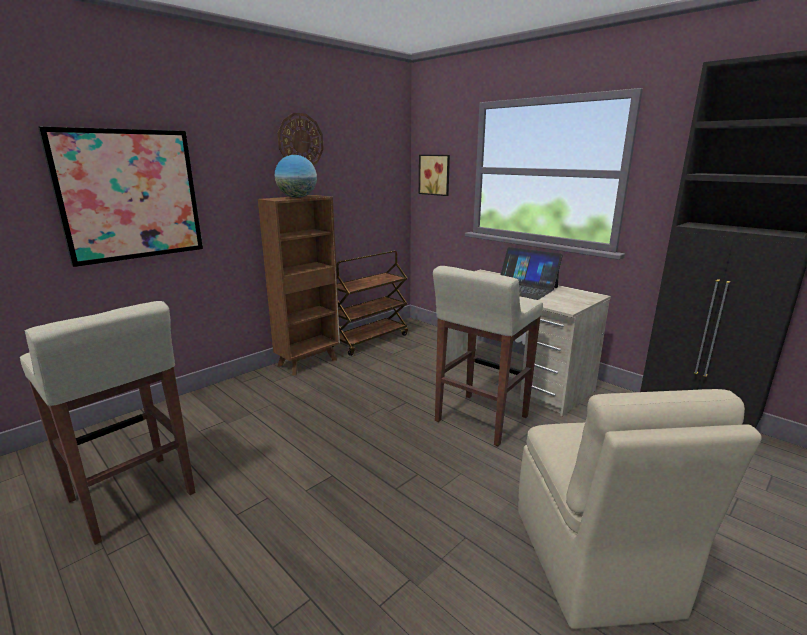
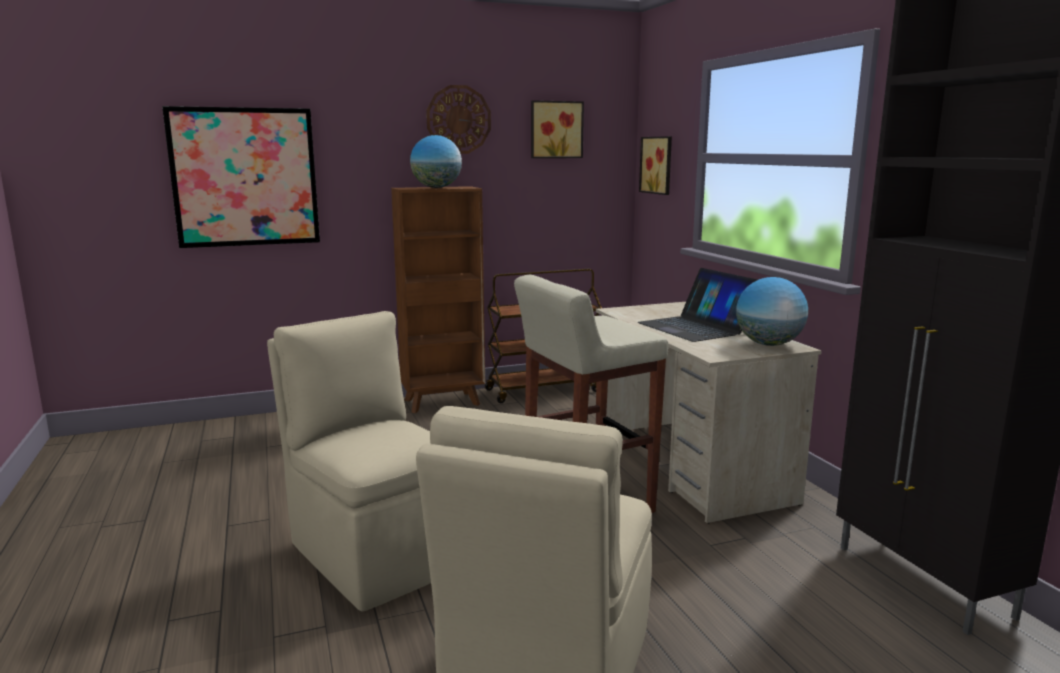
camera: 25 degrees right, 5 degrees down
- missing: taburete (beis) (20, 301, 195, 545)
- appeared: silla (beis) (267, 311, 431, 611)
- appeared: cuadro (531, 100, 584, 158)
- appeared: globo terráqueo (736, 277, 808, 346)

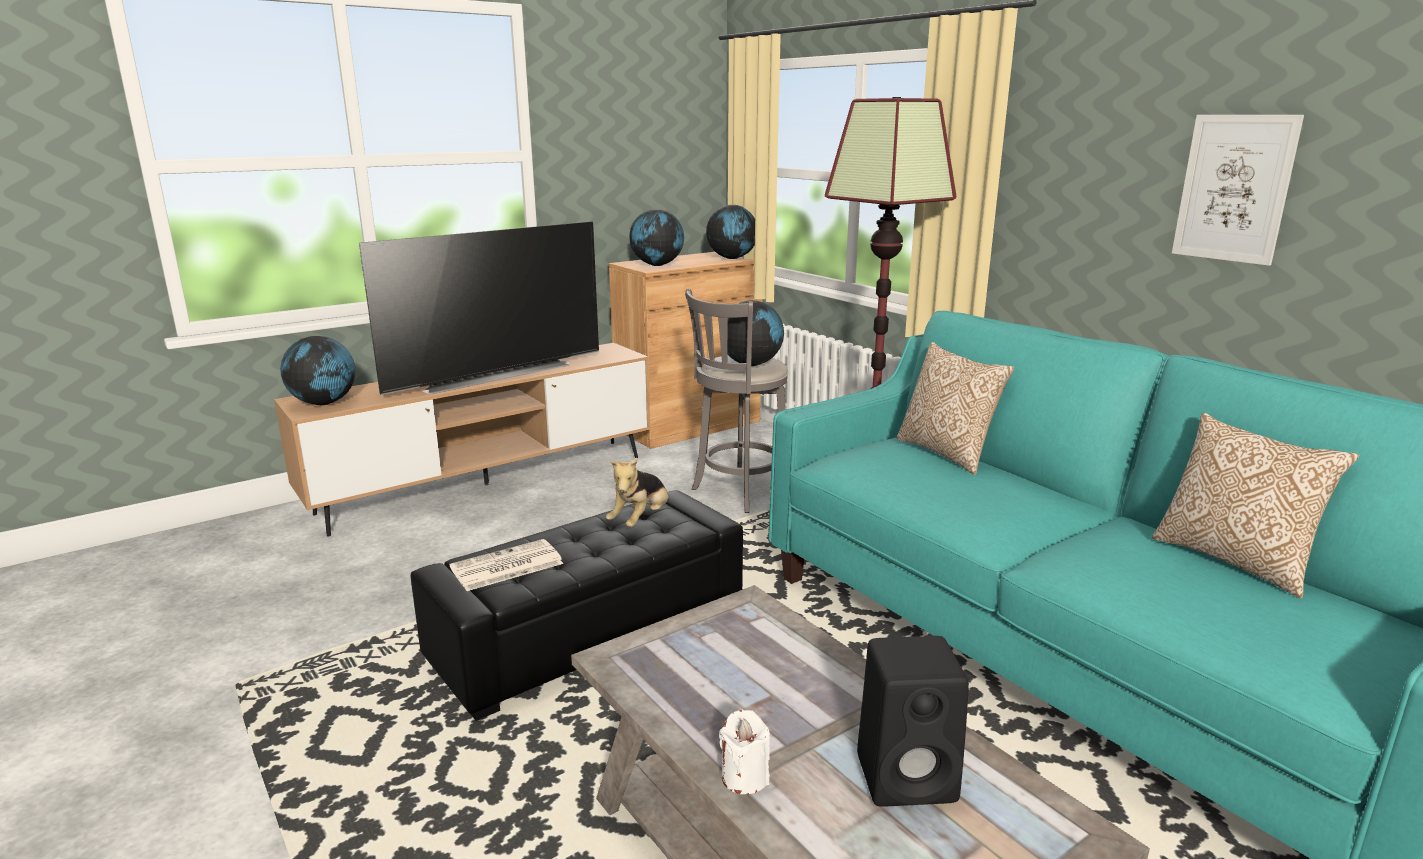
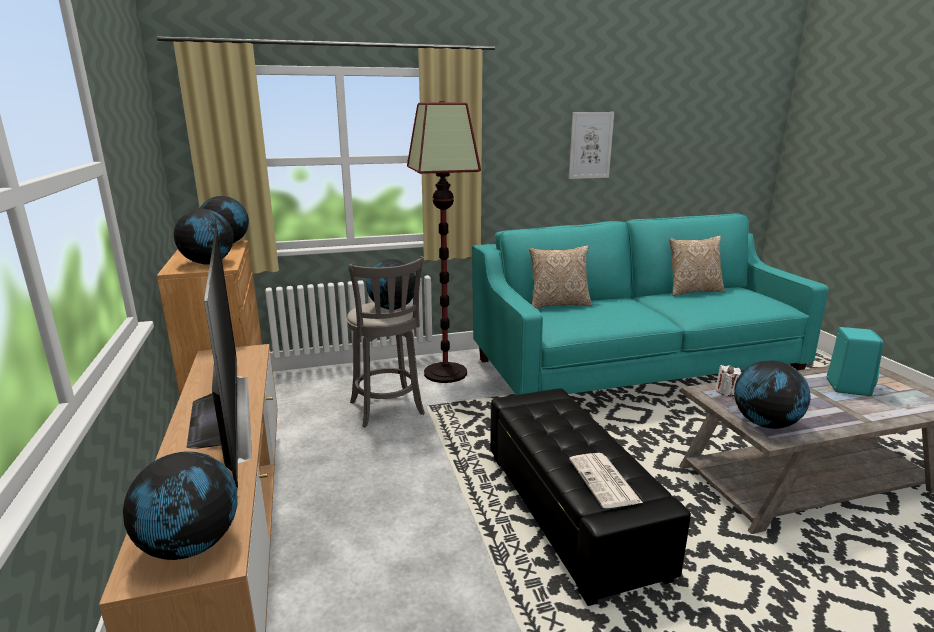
camera: 70 degrees left, 0 degrees up
- missing: peluche (606, 458, 669, 527)
- relocated: vela (blanco) (719, 710, 770, 794) to (716, 365, 741, 396)
- colour: altavoz (negro) (857, 636, 969, 807) to altavoz (turquesa) (827, 327, 884, 396)
- appeared: globo terráqueo (734, 360, 811, 429)

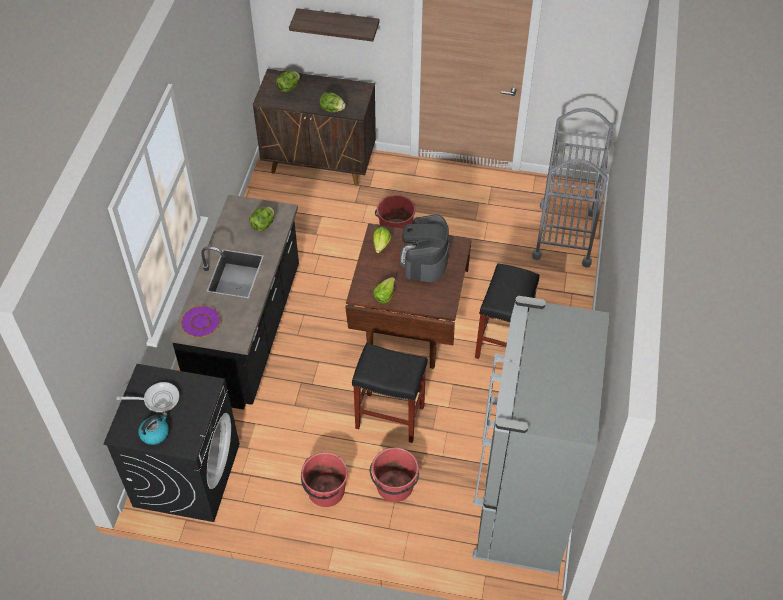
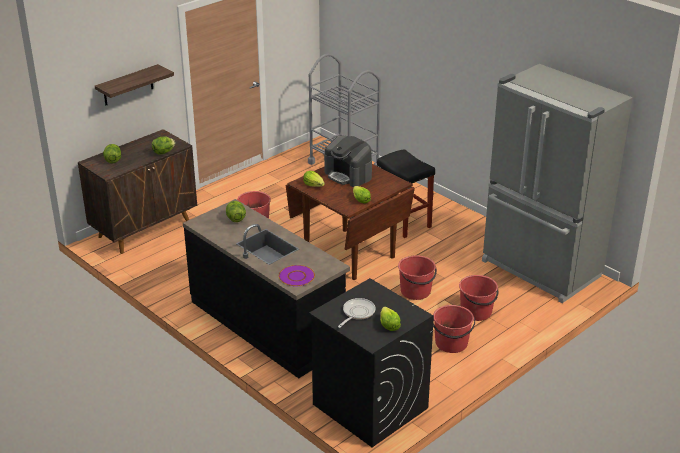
camera: 55 degrees left, 20 degrees down
- exchanged: hervidor (138, 412, 169, 445) to lechuga (380, 307, 401, 331)
- exchanged: taburete (negro) (352, 343, 428, 443) to cubo (rojo) (398, 255, 437, 300)

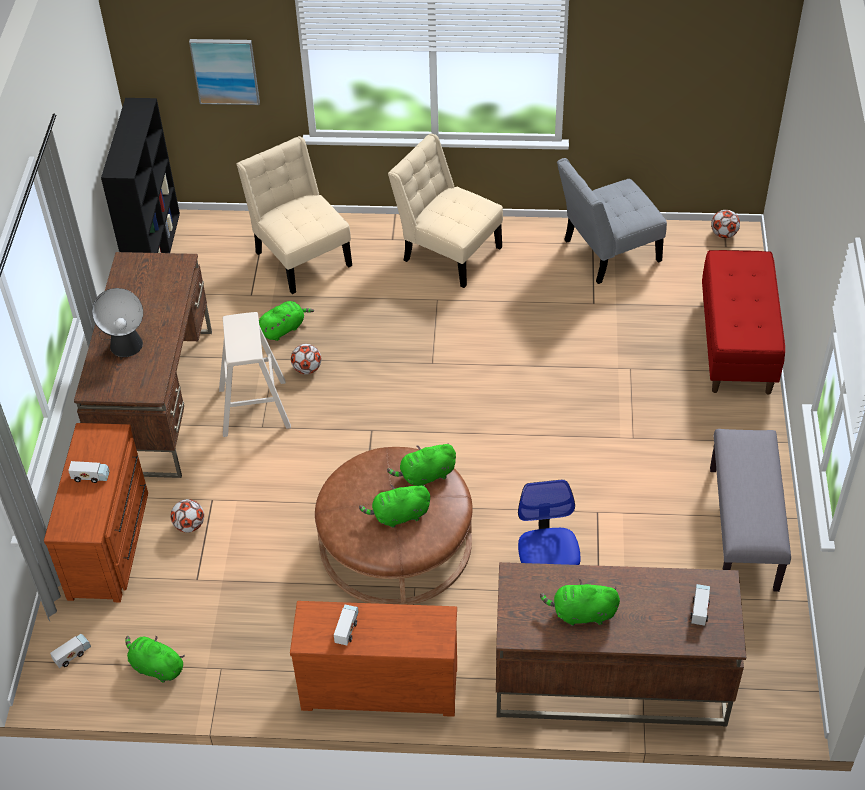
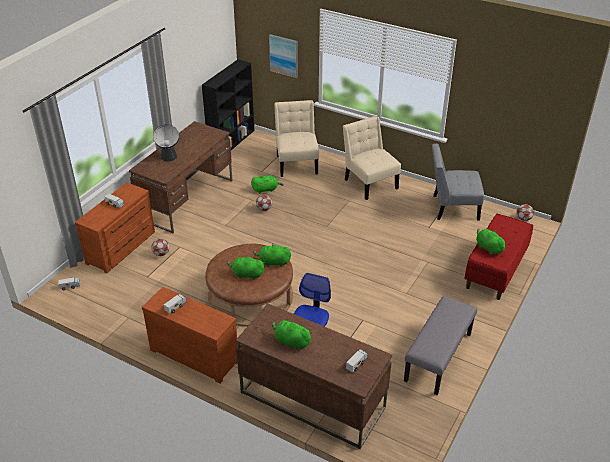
camera: 25 degrees right, 10 degrees down
- relocated: peluche (verde) (125, 635, 185, 682) to (476, 229, 508, 255)
- missing: taburete (beis) (219, 312, 291, 437)

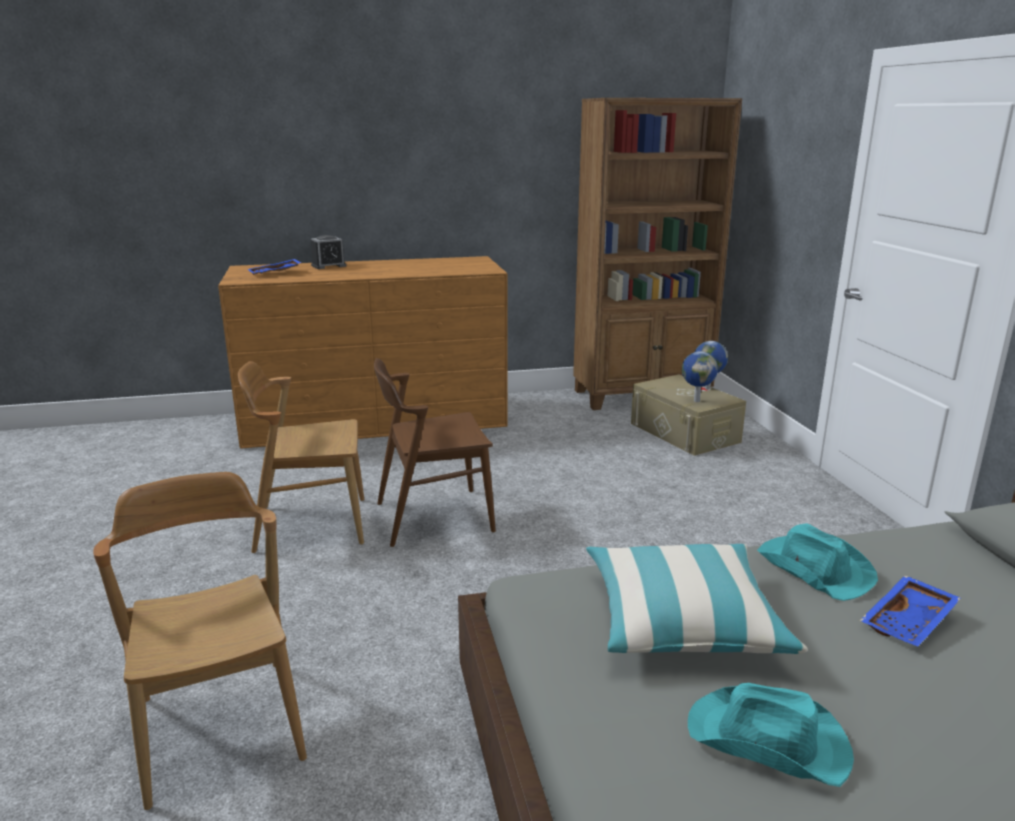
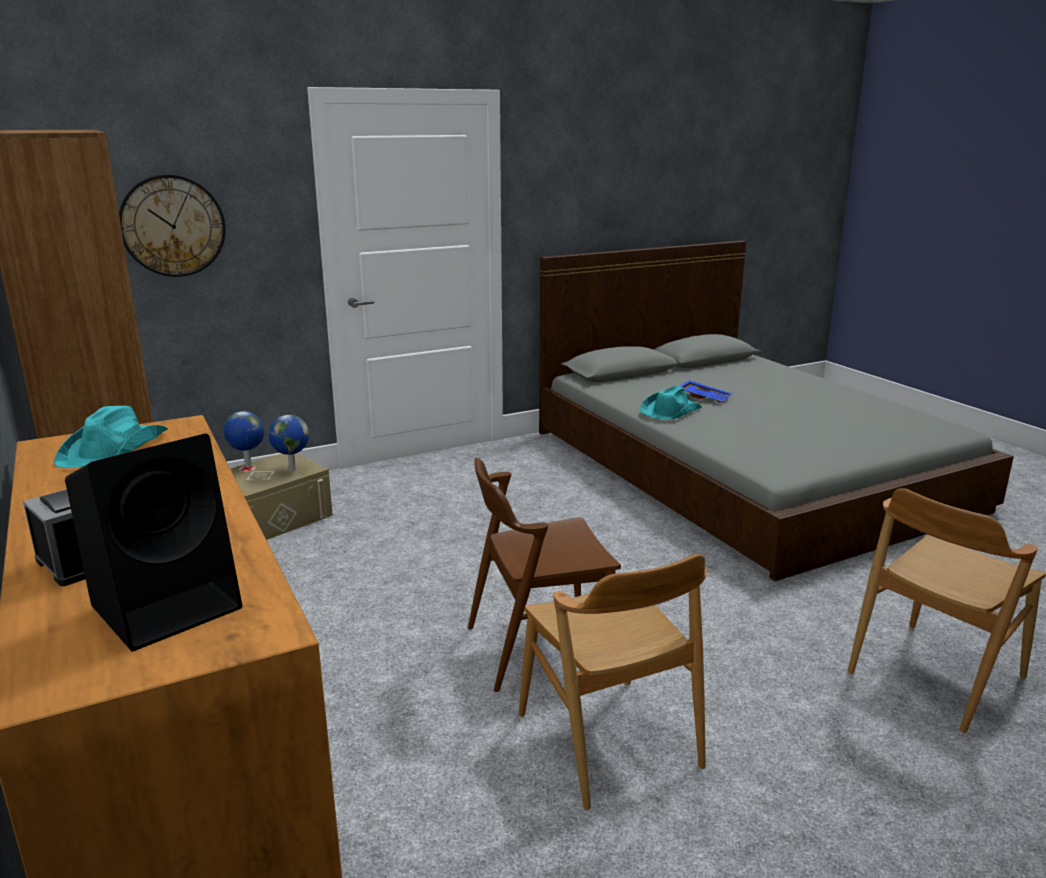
camera: 105 degrees left, 0 degrees up
- exchanged: bandeja (azul) (248, 259, 301, 275) to altavoz (negro) (65, 434, 242, 651)
- spun: silla (marrón) (374, 358, 496, 547) = (468, 458, 621, 692) 105 degrees clockwise
- missing: cojín (586, 544, 808, 654)
- relocated: sombrero (turquesa) (688, 683, 854, 787) to (54, 406, 168, 468)
- appeared: reloj de pared (119, 174, 226, 277)

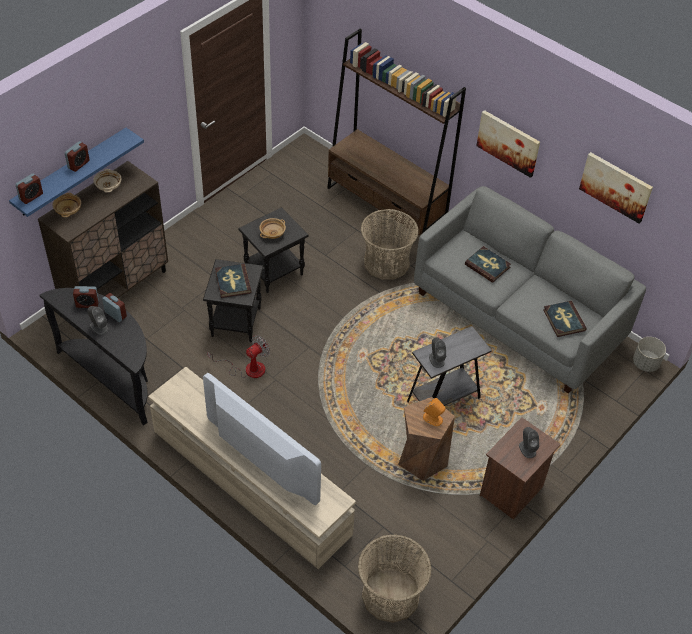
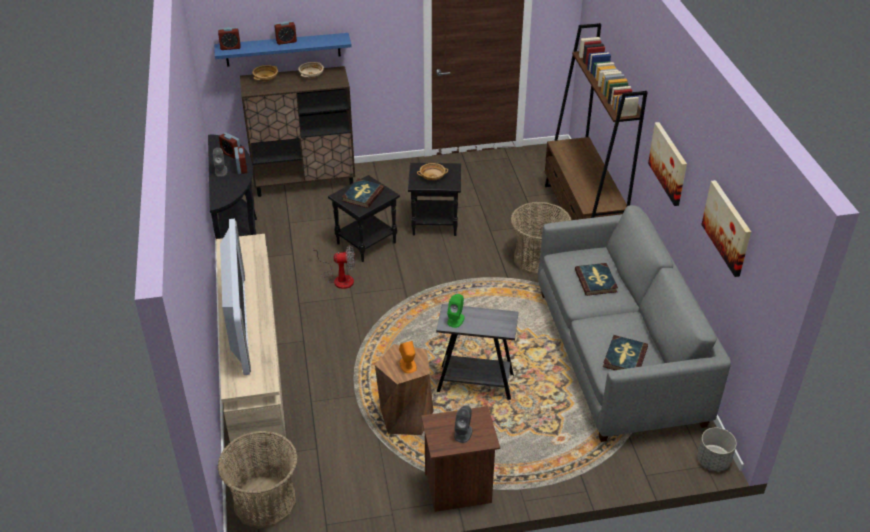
camera: 40 degrees right, 10 degrees down
- colour: altavoz (gris) (429, 337, 446, 368) to altavoz (verde) (447, 294, 464, 328)

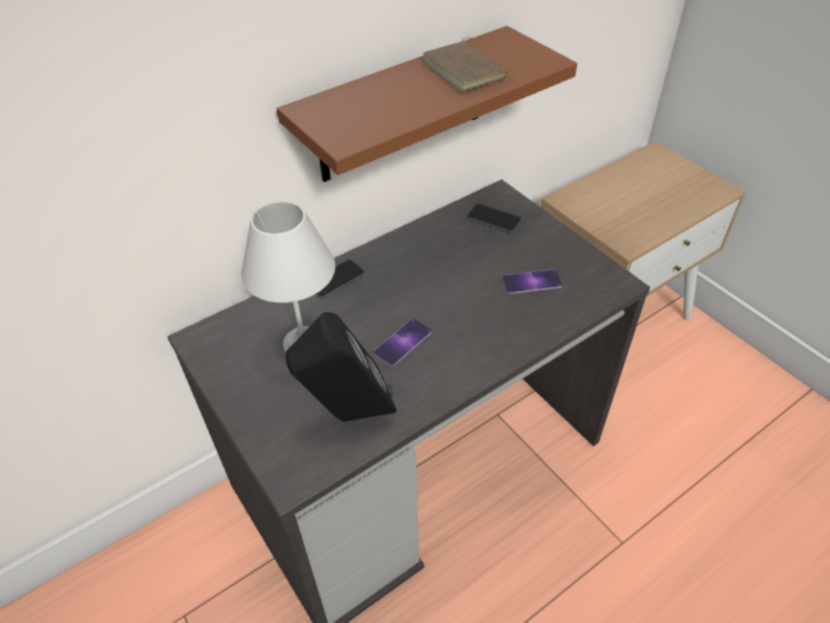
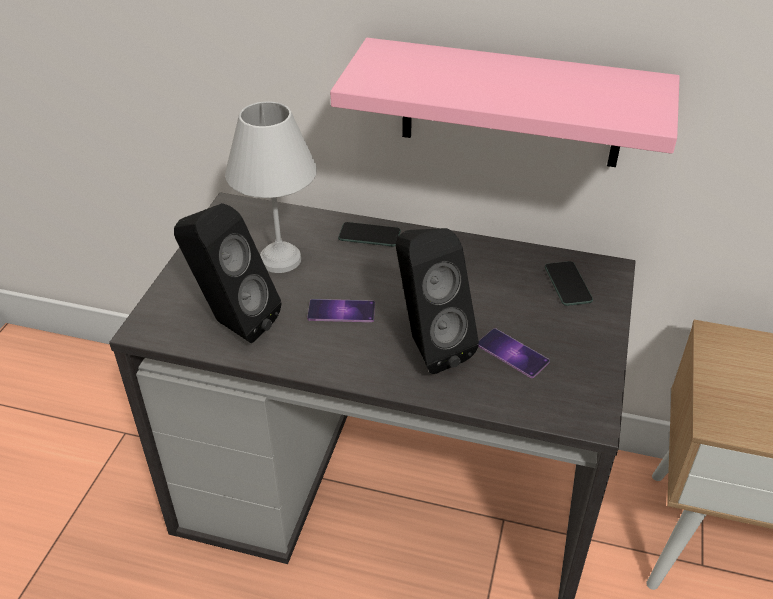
camera: 50 degrees right, 5 degrees down
- colour: estante (marrón) (277, 26, 577, 182) to estante (rosa) (330, 38, 680, 167)
- missing: libro (marrón) (422, 38, 508, 93)
- appeared: altavoz (negro) (396, 228, 479, 374)

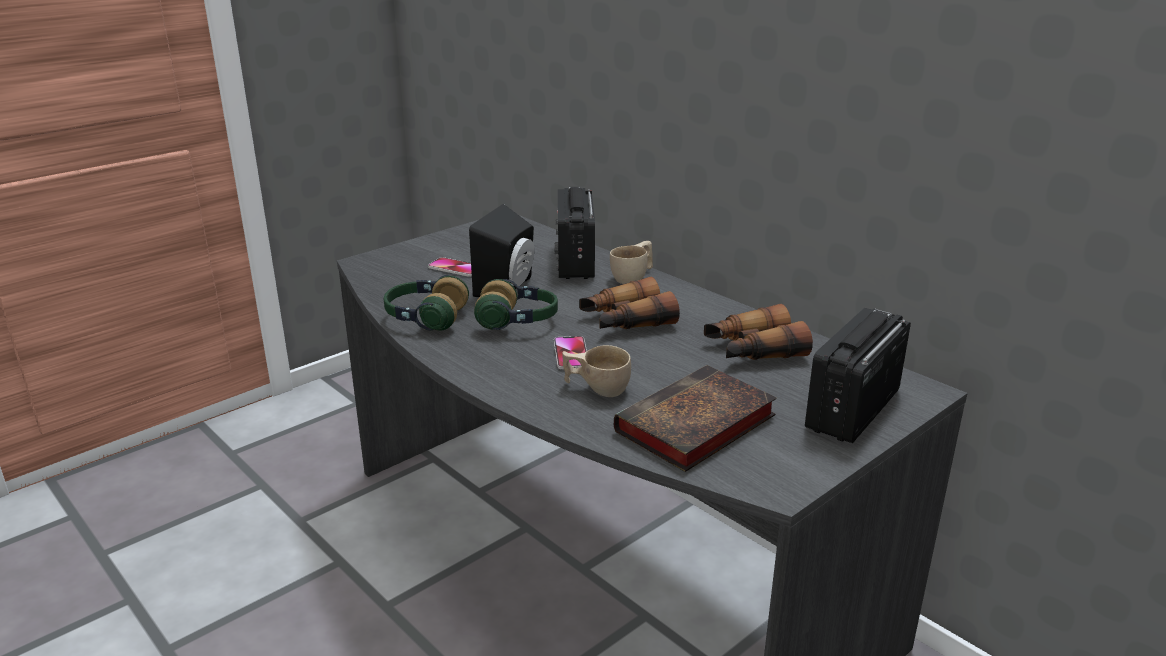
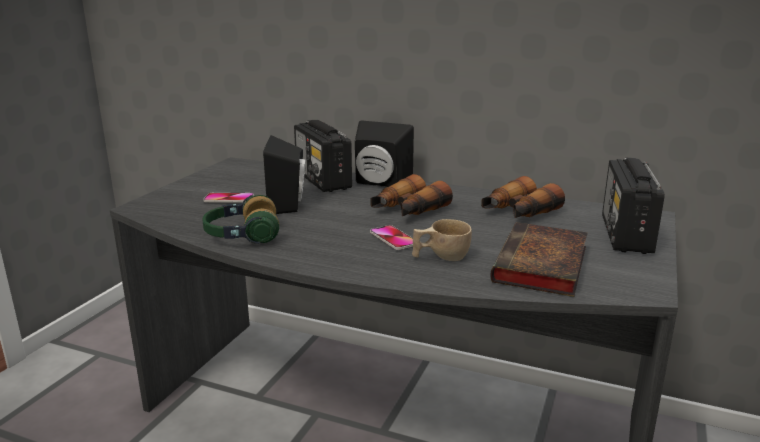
camera: 25 degrees left, 5 degrees down
- missing: auriculares (474, 279, 558, 330)
- exchanged: taza (beis) (610, 241, 653, 284) to altavoz (negro) (355, 120, 414, 187)

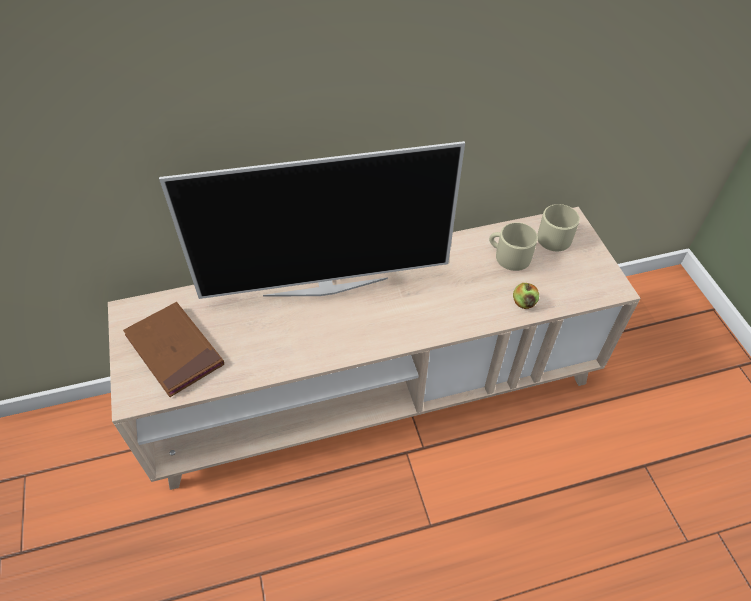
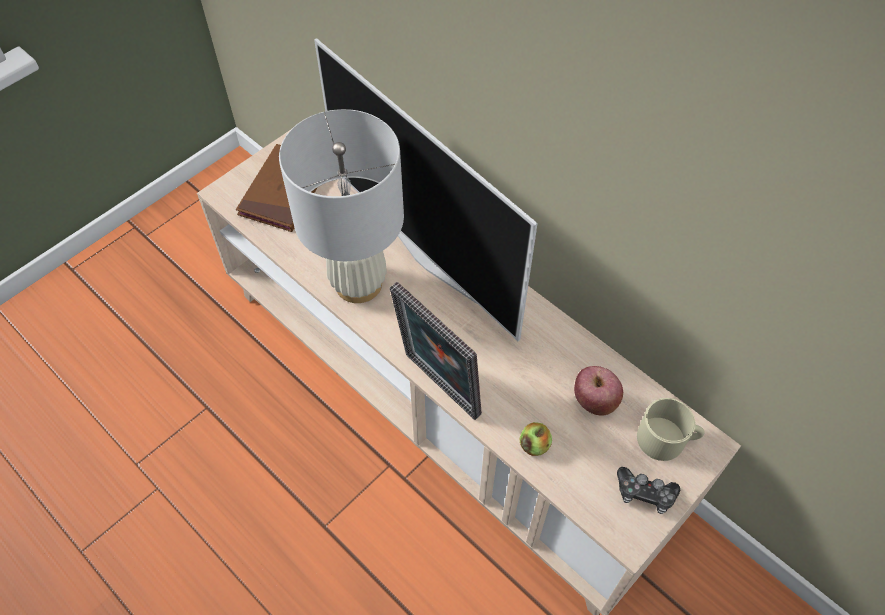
camera: 60 degrees right, 5 degrees up
- exchanged: taza grande (beis) (489, 222, 538, 271) to manzana (574, 366, 623, 416)
- appeared: lámpara de mesa (blanco) (279, 109, 404, 303)
- appeared: portarretratos (390, 282, 482, 420)
- appeared: mando de consola (617, 467, 680, 514)

